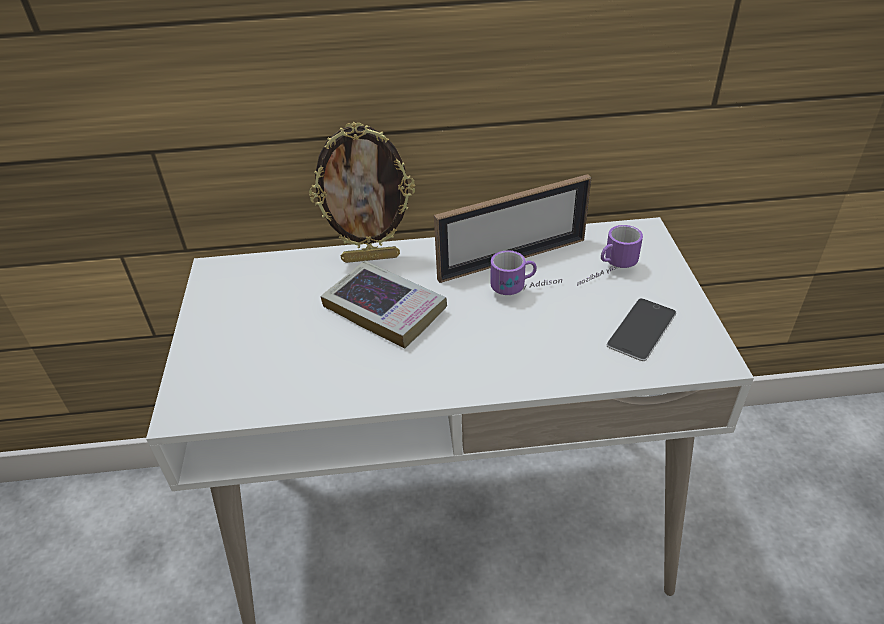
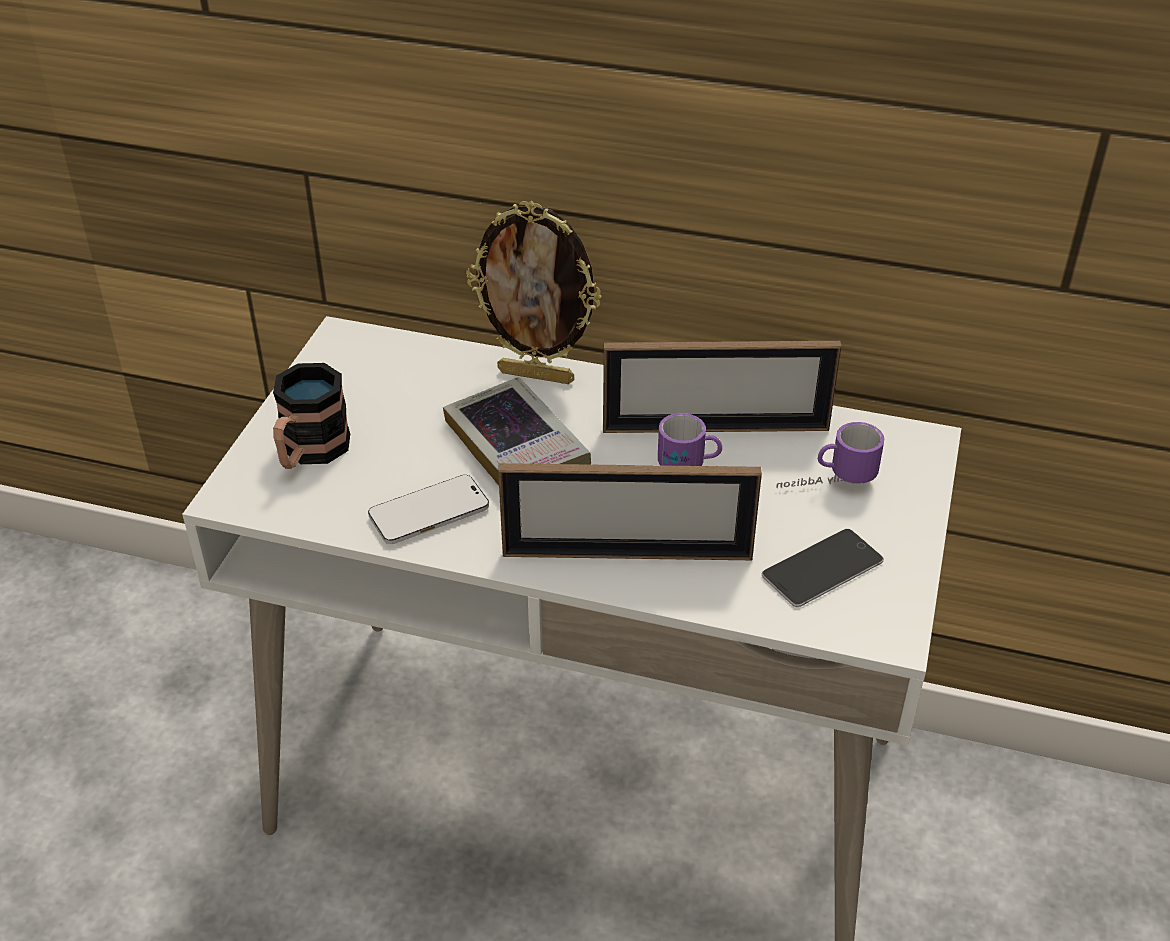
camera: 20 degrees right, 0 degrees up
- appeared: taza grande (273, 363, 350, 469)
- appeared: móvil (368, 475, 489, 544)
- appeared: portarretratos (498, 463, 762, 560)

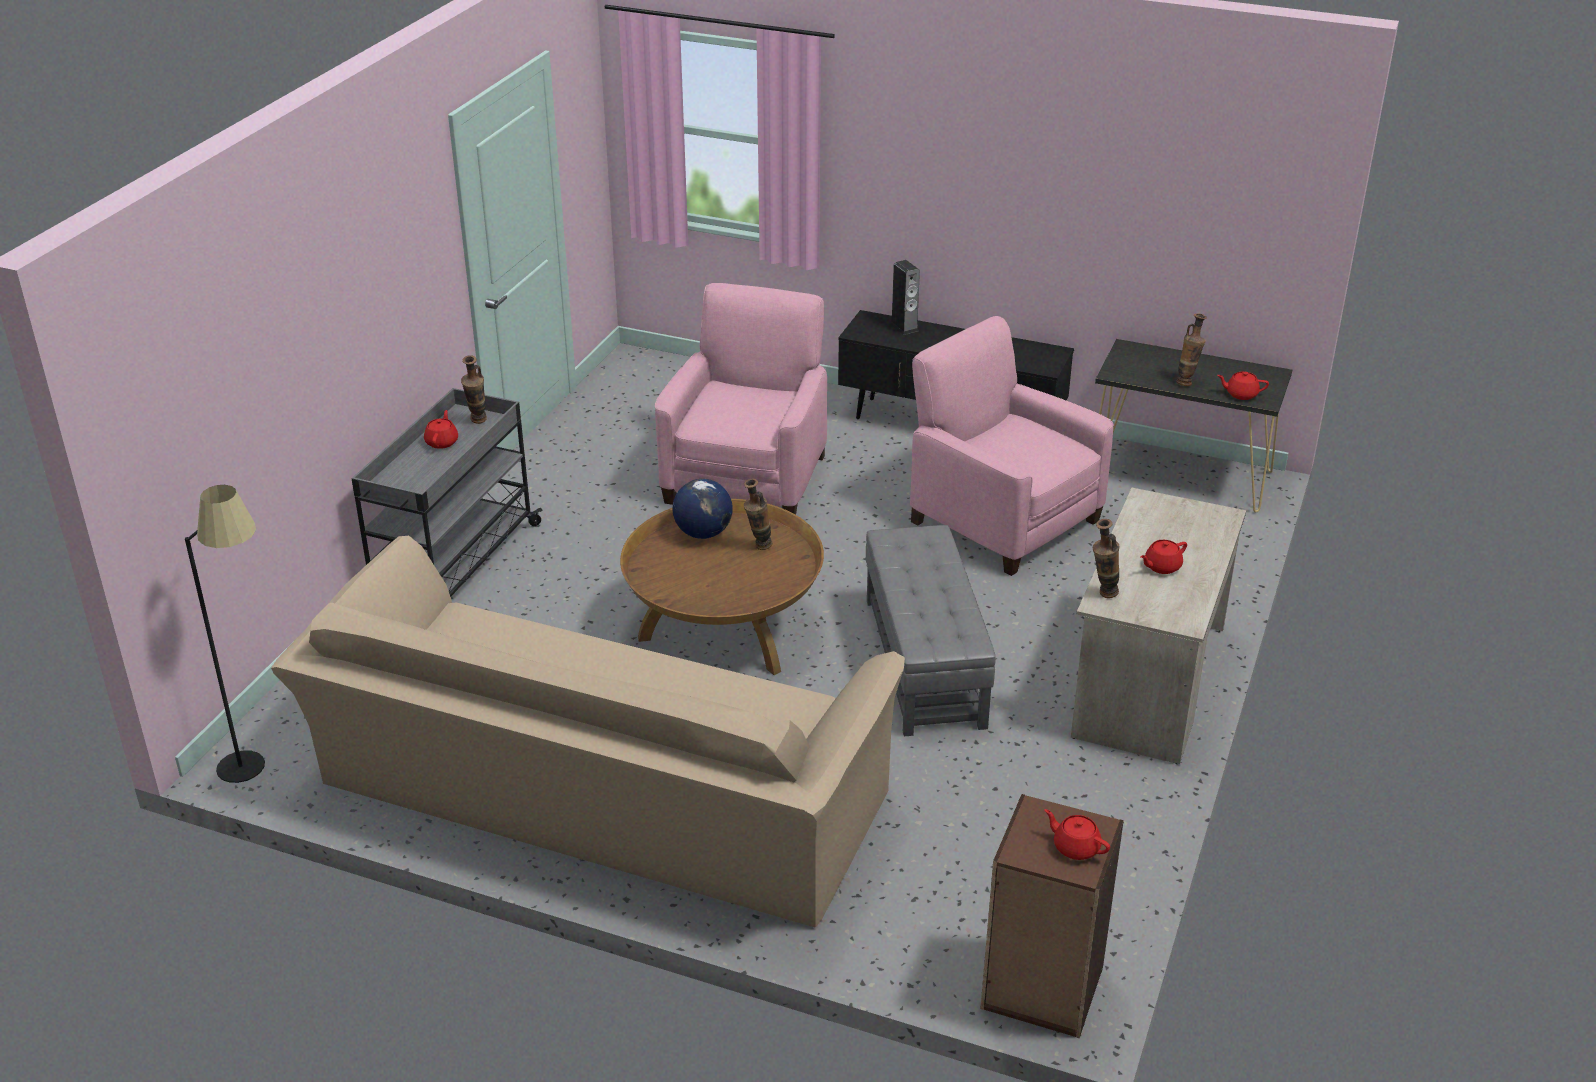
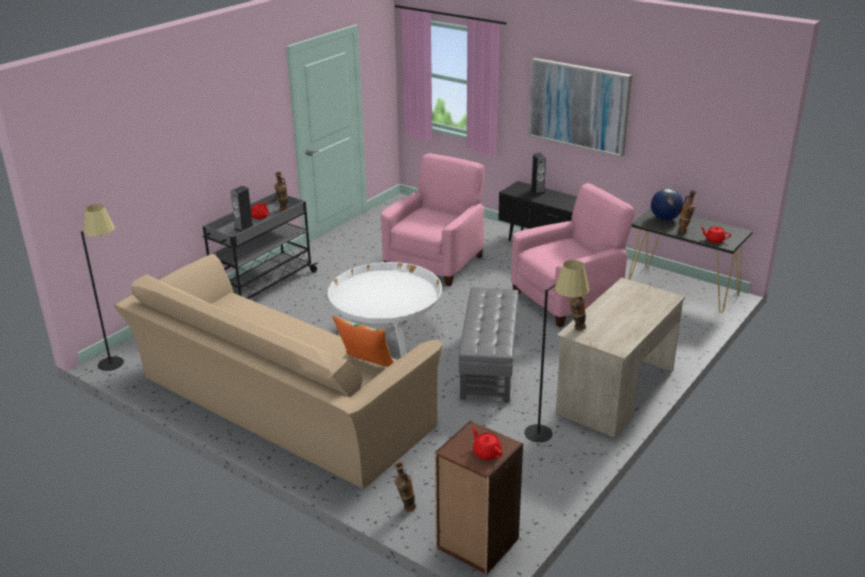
camera: 15 degrees right, 5 degrees down
- colour: mesa de centro (marrón) (620, 499, 824, 675) to mesa de centro (blanco) (328, 262, 442, 357)
- relocated: globo terráqueo (673, 479, 733, 539) to (651, 189, 683, 220)
- relocated: florero (744, 479, 772, 550) to (394, 462, 416, 512)
- spun: sillón (rosa) (910, 316, 1114, 576) = (511, 183, 635, 327) 90 degrees clockwise
- missing: tetera (rojo) (1140, 540, 1187, 574)
- appeared: altavoz (231, 186, 253, 232)
- appeared: cojín (332, 316, 394, 366)
- appeared: lámpara de pie (negro) (524, 260, 590, 442)
- appeared: cuadro (528, 58, 632, 157)

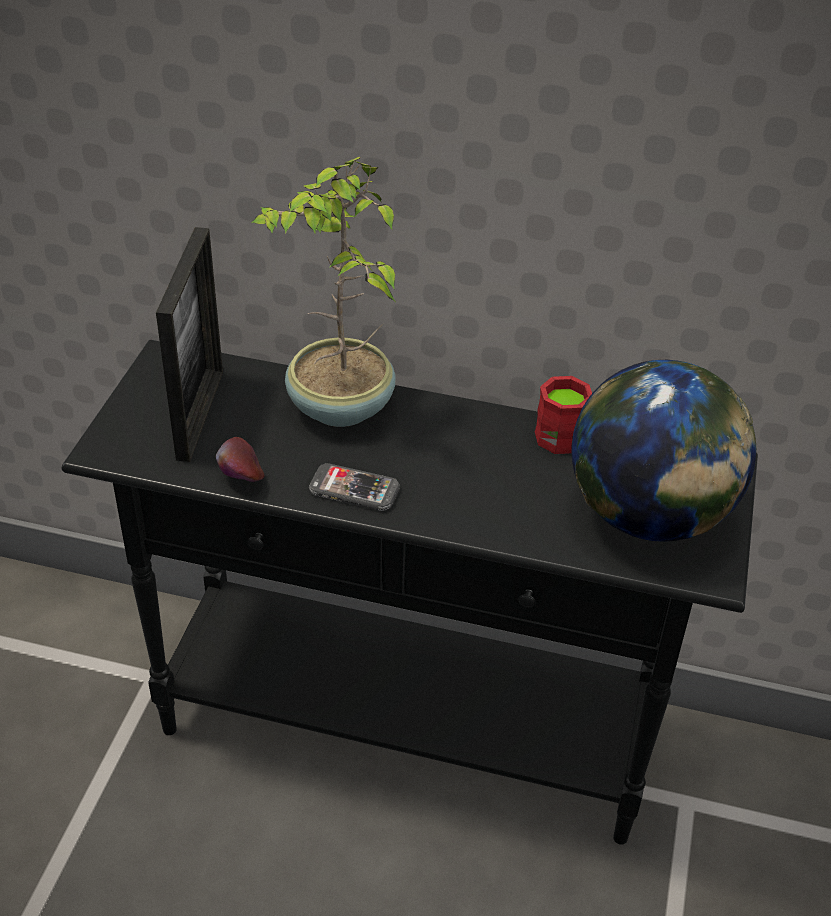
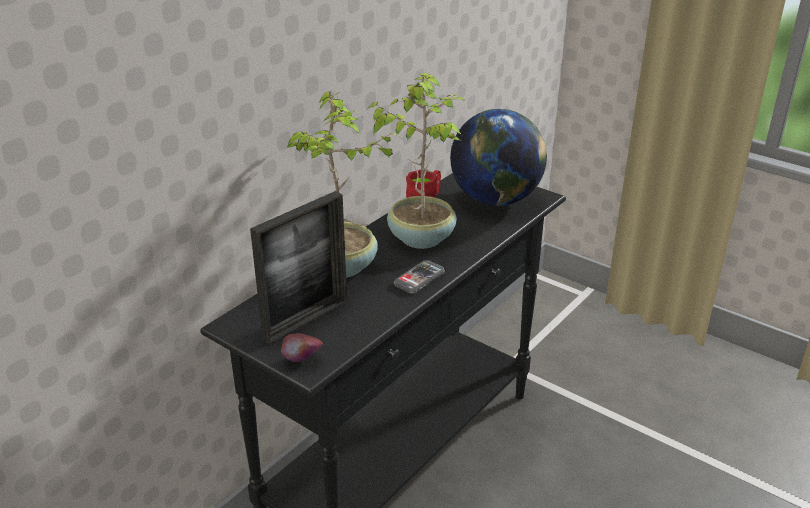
camera: 65 degrees left, 10 degrees down
- spun: portarretratos (156, 227, 223, 462) = (250, 191, 347, 345) 105 degrees clockwise
- relocated: manzana (216, 437, 265, 482) to (281, 333, 323, 362)
- appeared: planta en maceta (368, 73, 466, 249)

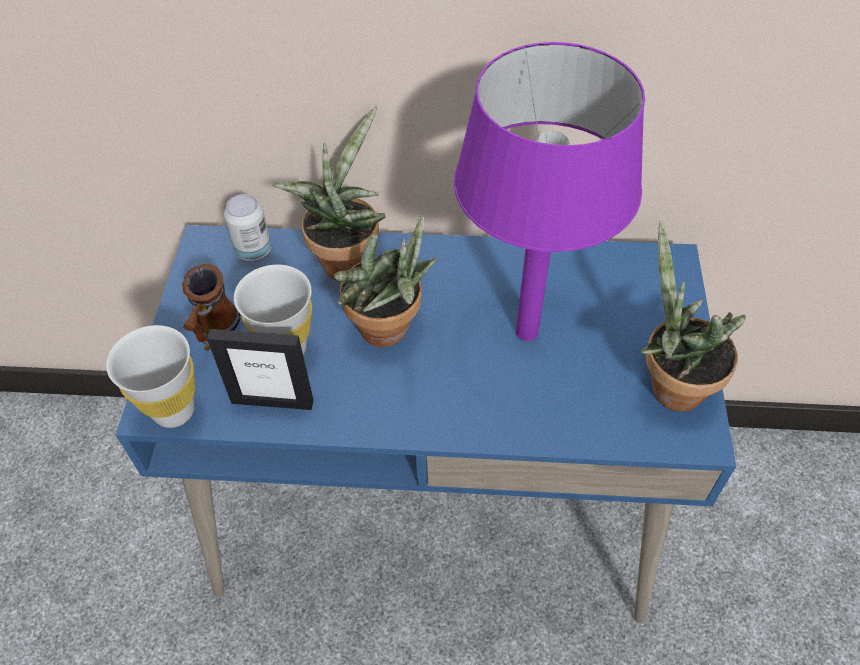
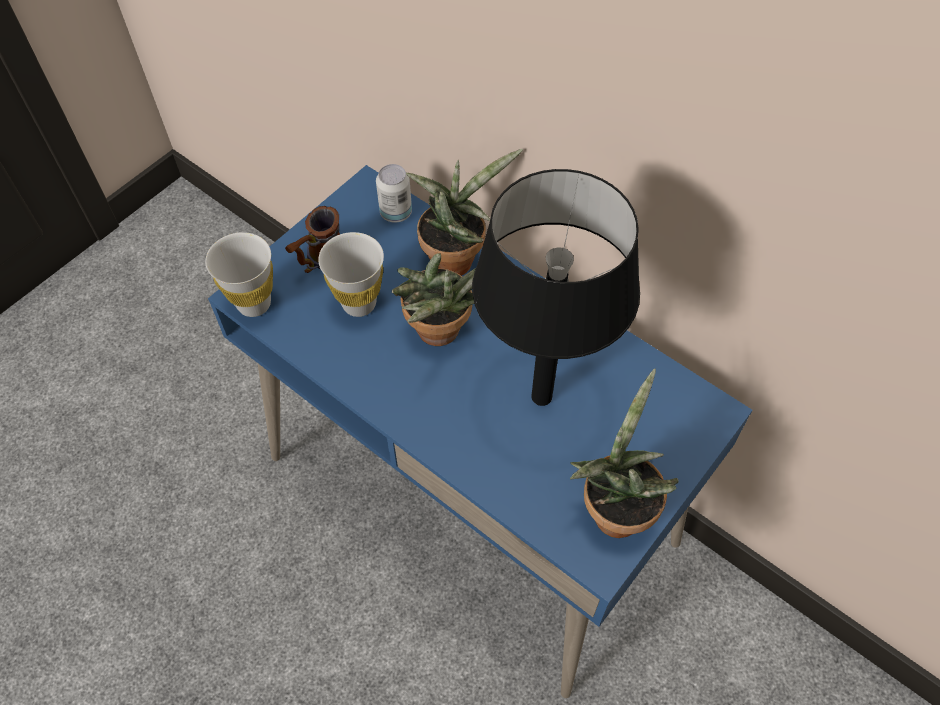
camera: 35 degrees right, 5 degrees up
- missing: portarretratos (207, 329, 314, 410)
- colour: lámpara de mesa (morado) (454, 42, 645, 341) to lámpara de mesa (negro) (472, 169, 640, 406)

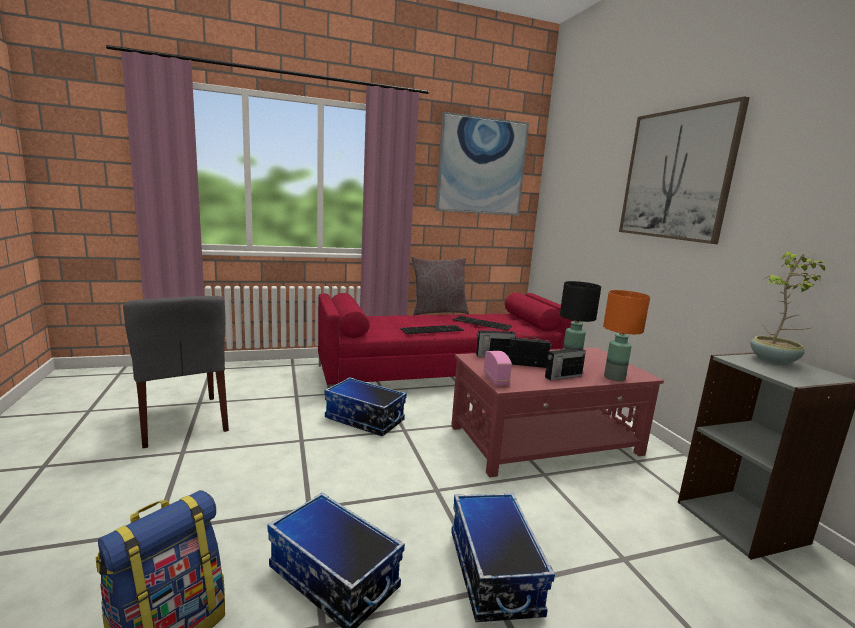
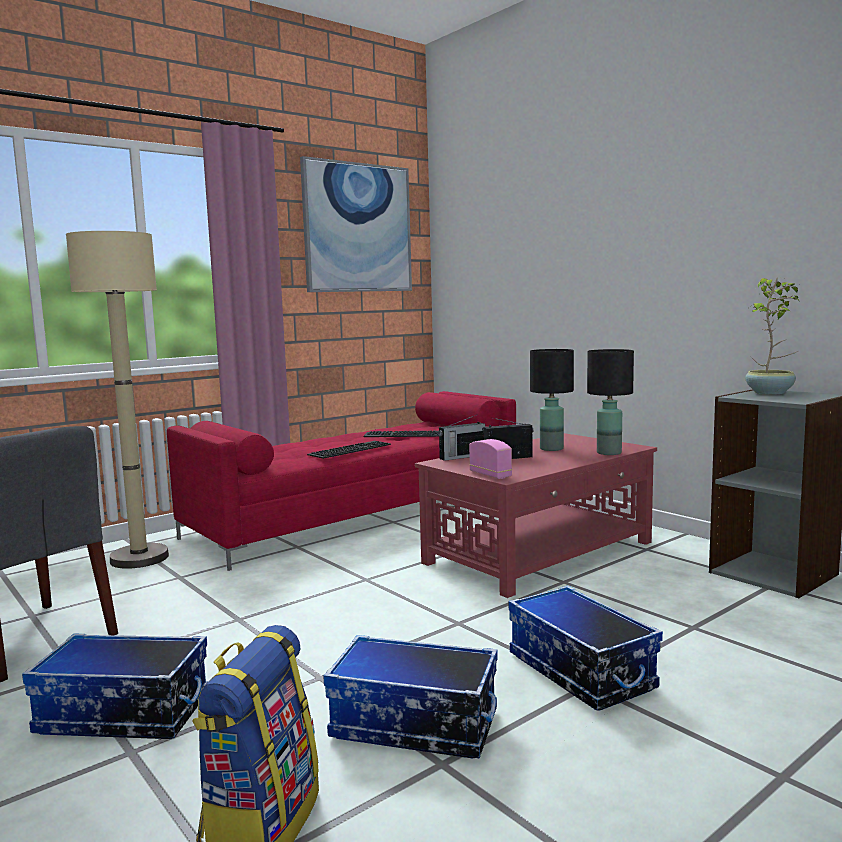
camera: 20 degrees left, 5 degrees down
- relocated: caja de almacenaje (325, 377, 407, 436) to (22, 634, 208, 739)
- missing: cojín (gris) (411, 257, 469, 315)
- missing: radio (545, 342, 586, 381)
- colour: lámpara de mesa (naranja) (603, 290, 650, 381) to lámpara de mesa (negro) (587, 349, 634, 455)
- missing: cuadro (619, 96, 750, 244)
- appeared: lámpara de pie (beis) (66, 231, 169, 569)

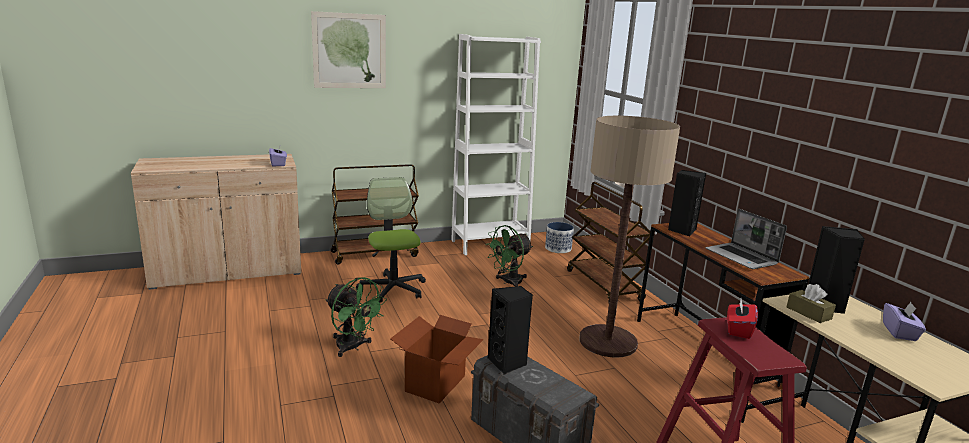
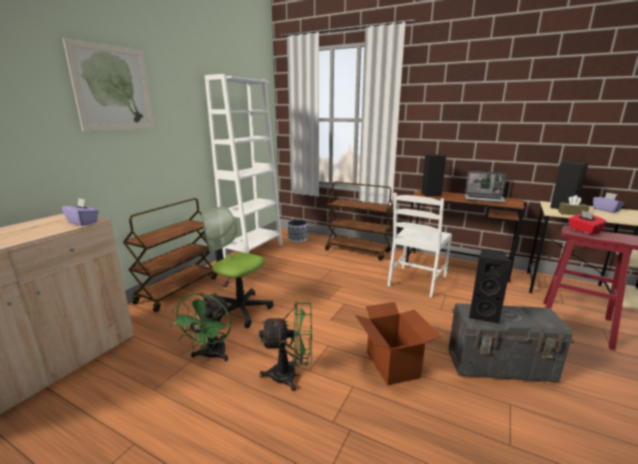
camera: 40 degrees left, 0 degrees up
- relocated: ventilador (verde) (485, 225, 533, 286) to (170, 293, 231, 361)
- exchanged: lámpara de pie (579, 116, 680, 358) to silla (blanco) (387, 193, 452, 297)

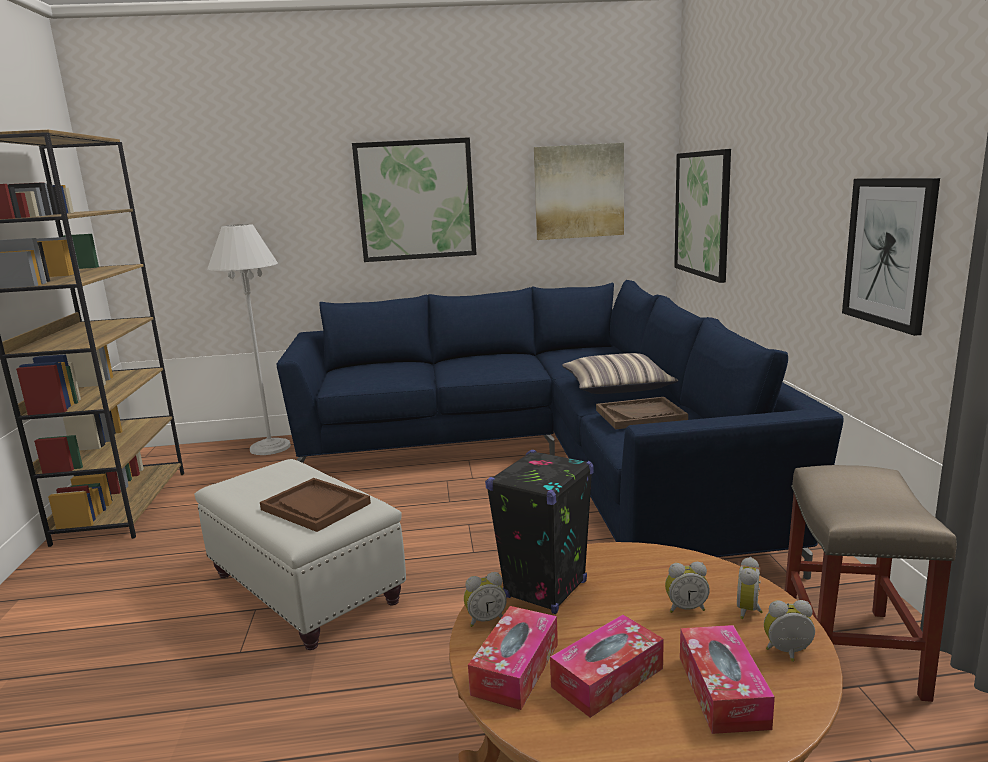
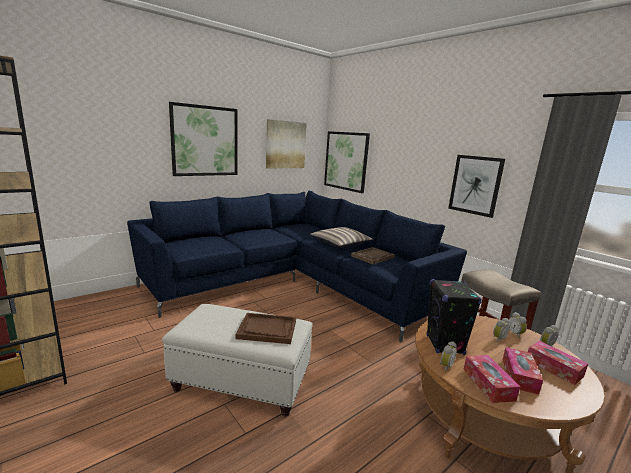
camera: 35 degrees left, 0 degrees up
- missing: lámpara de pie (blanco) (207, 224, 291, 455)

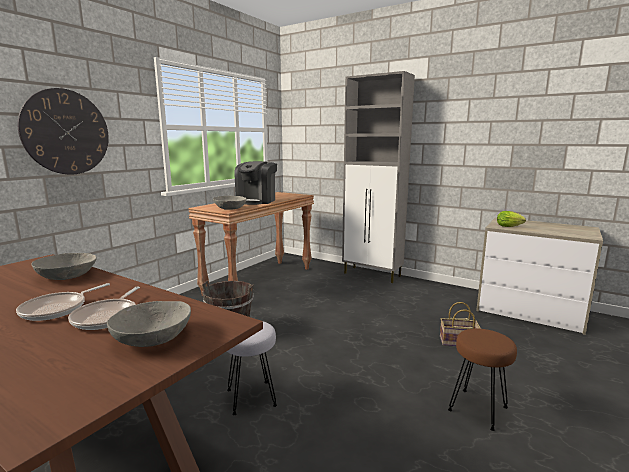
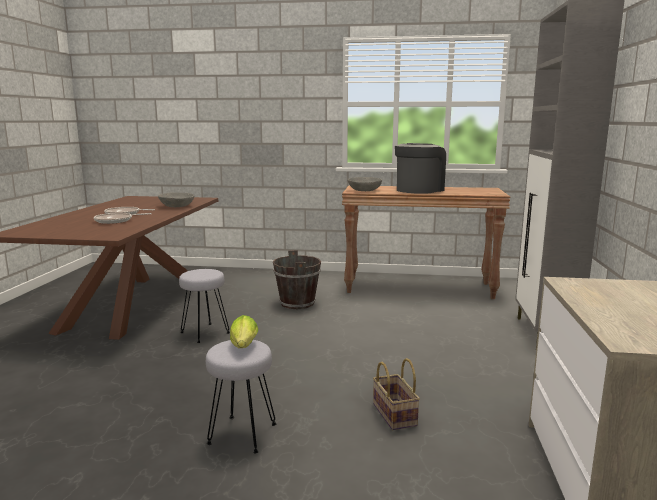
camera: 65 degrees right, 0 degrees up
- missing: reloj de pared (18, 88, 109, 175)
- missing: cuenco (gris) (107, 301, 191, 347)
- spun: cafetera (234, 161, 277, 205) = (395, 143, 446, 194) 135 degrees clockwise
- colour: taburete (marrón) (448, 328, 517, 431) to taburete (gris) (206, 340, 276, 453)
- relocated: lechuga (497, 211, 526, 227) to (230, 315, 258, 348)

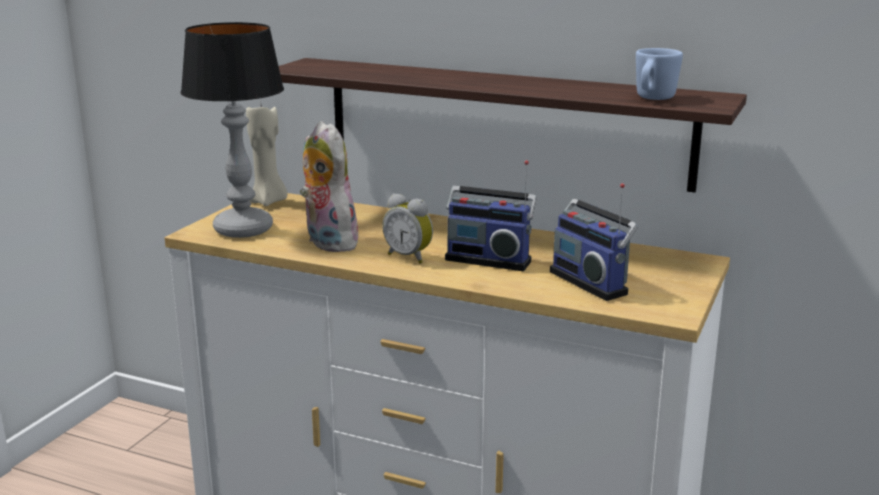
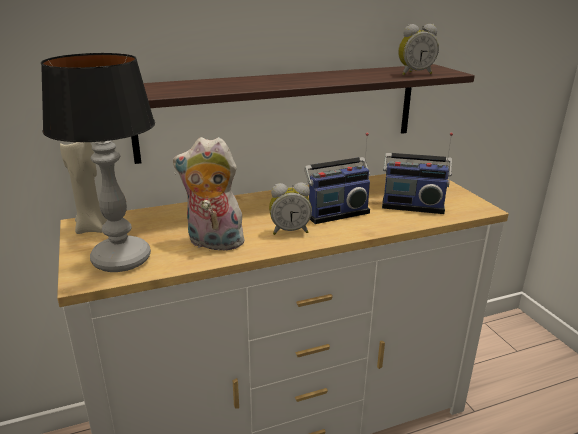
camera: 45 degrees left, 5 degrees up
- exchanged: taza grande (azul) (636, 48, 683, 100) to despertador (398, 24, 439, 75)

